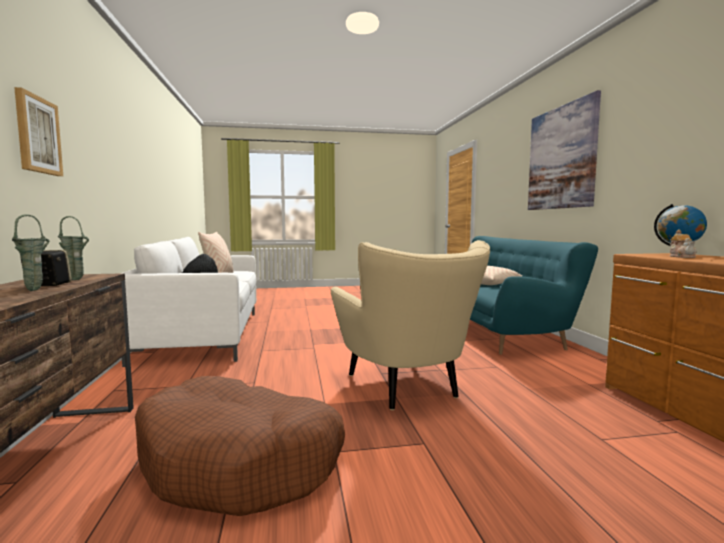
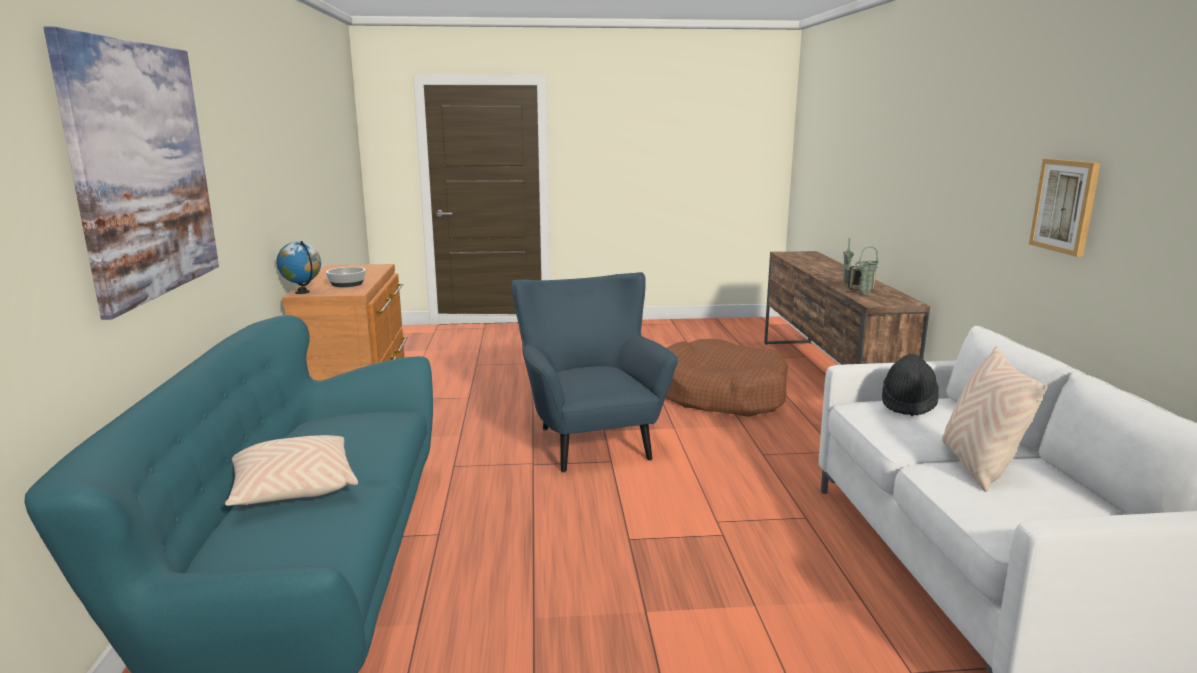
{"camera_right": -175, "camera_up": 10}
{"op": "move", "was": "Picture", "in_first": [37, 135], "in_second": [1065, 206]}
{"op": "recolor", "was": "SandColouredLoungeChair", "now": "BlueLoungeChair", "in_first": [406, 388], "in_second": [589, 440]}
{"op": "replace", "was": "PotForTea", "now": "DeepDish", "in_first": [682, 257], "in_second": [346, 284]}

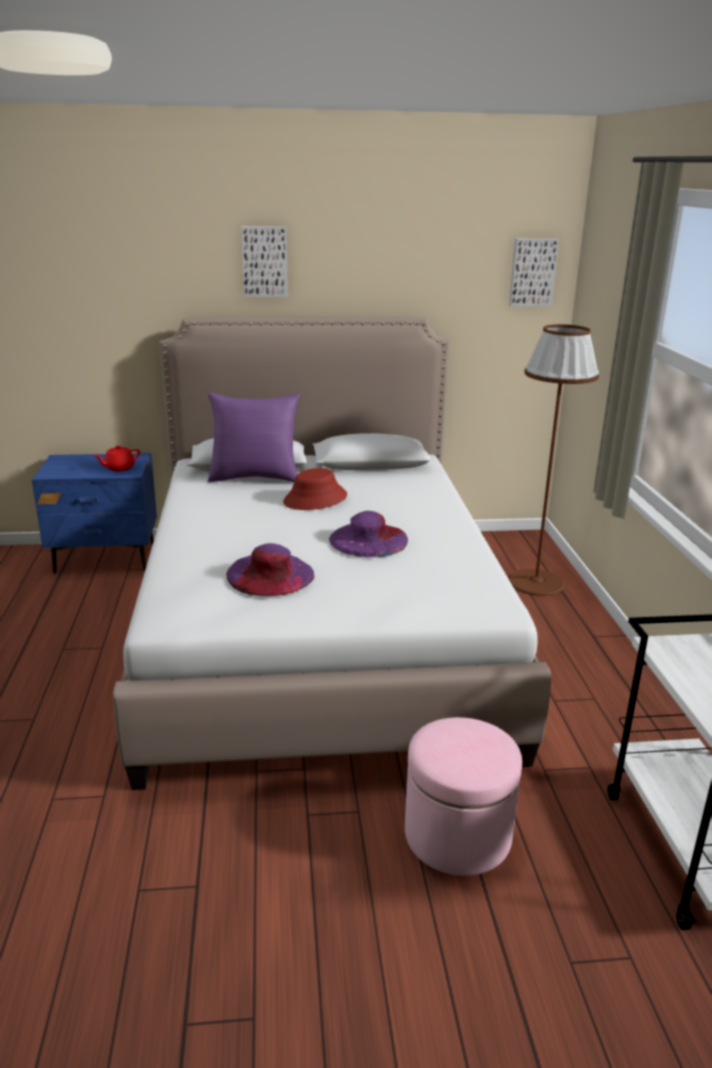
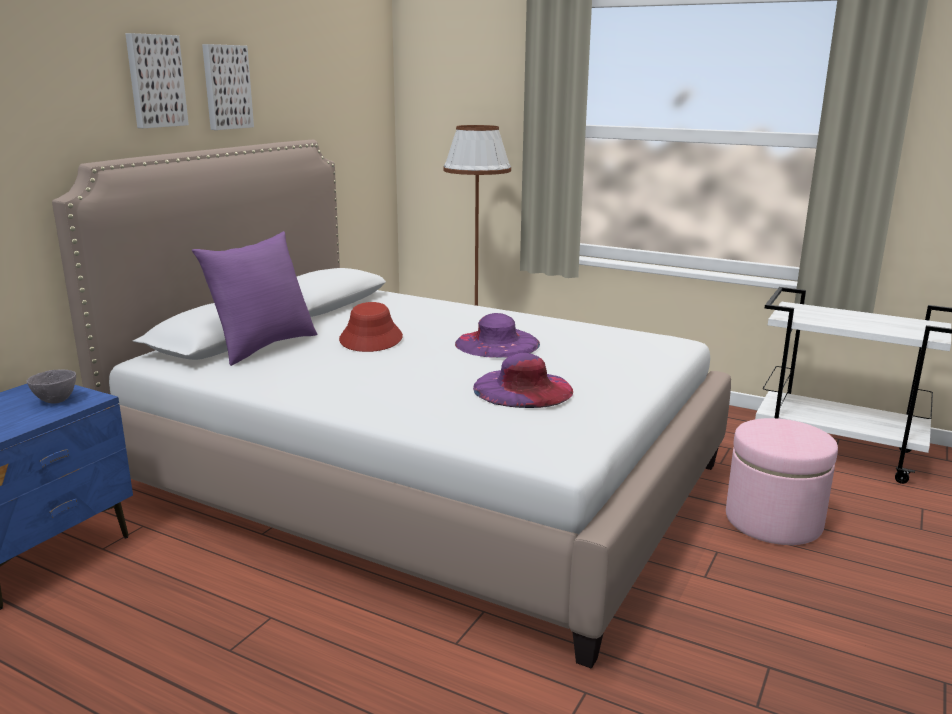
{"camera_right": -55, "camera_up": -5}
{"op": "replace", "was": "RedColouredPotForTea", "now": "GreyishDeepDish", "in_first": [119, 468], "in_second": [56, 401]}
{"op": "move", "was": "Picture", "in_first": [532, 272], "in_second": [226, 87]}

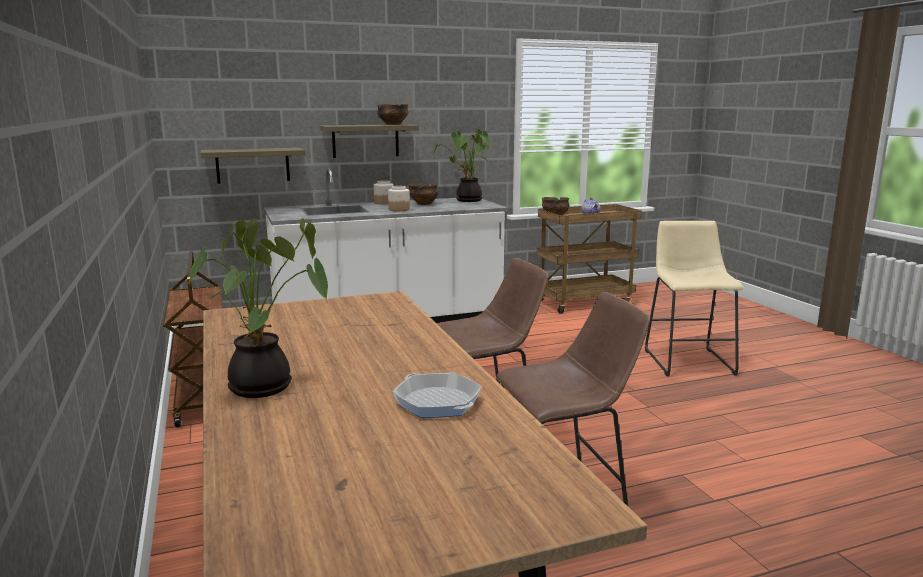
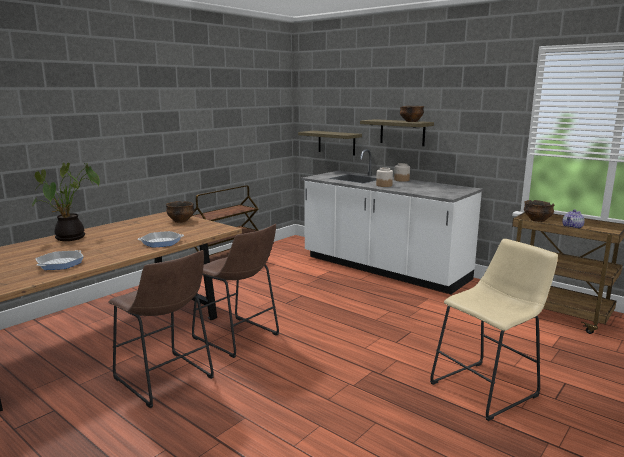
{"camera_right": 60, "camera_up": 0}
{"op": "move", "was": "DeepDish", "in_first": [424, 204], "in_second": [181, 221]}
{"op": "delete", "was": "Houseplant", "in_first": [466, 200]}
{"op": "insert", "now": "Skillet", "in_second": [161, 242]}

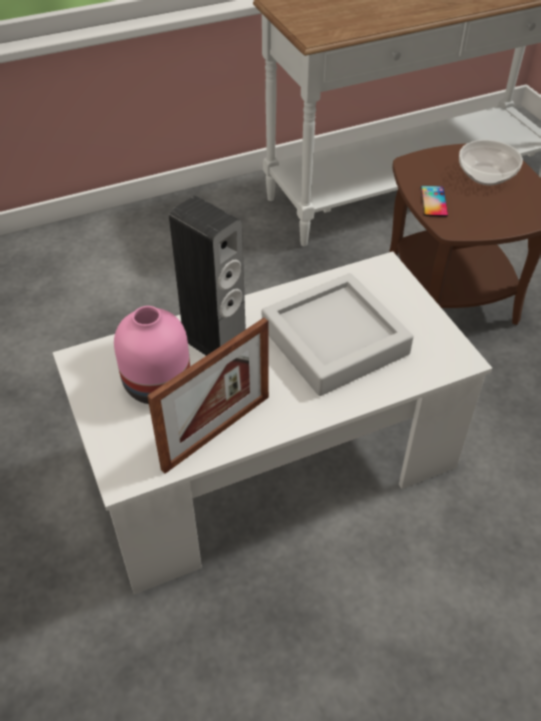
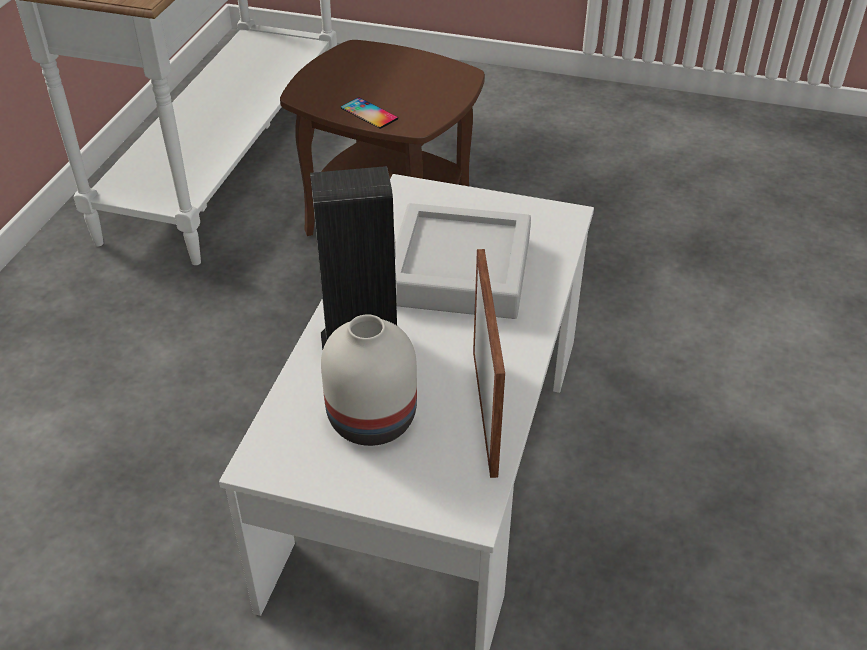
{"camera_right": -50, "camera_up": -5}
{"op": "recolor", "was": "PinkColouredFlowerVase", "now": "WhiteColouredFlowerVase", "in_first": [157, 385], "in_second": [373, 421]}
{"op": "delete", "was": "DeepDish", "in_first": [485, 176]}

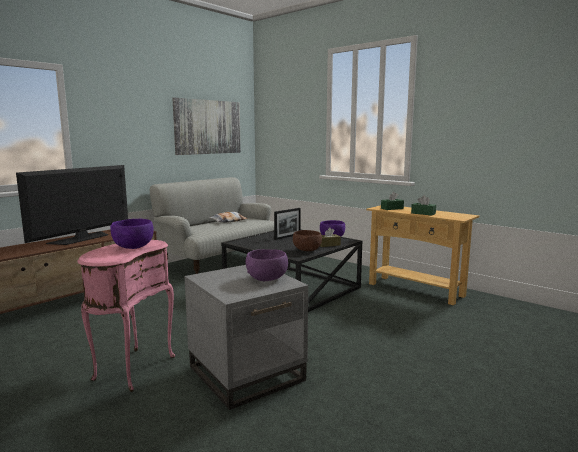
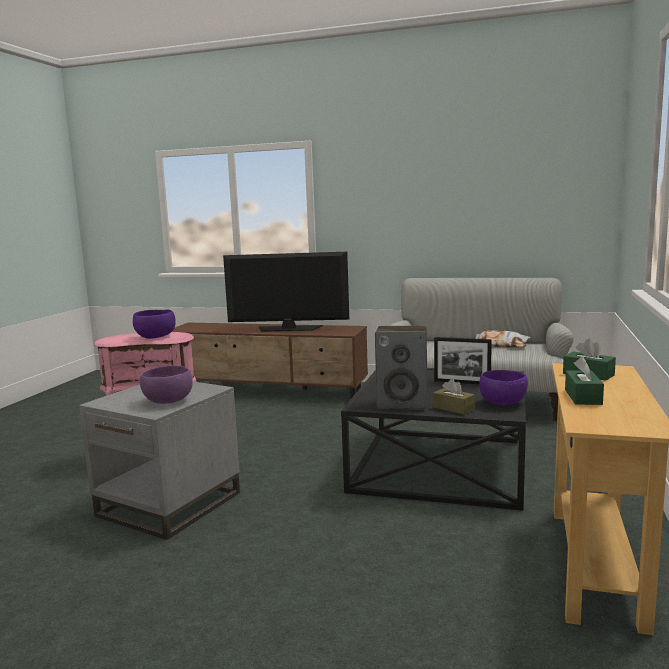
{"camera_right": 65, "camera_up": 0}
{"op": "delete", "was": "Picture", "in_first": [208, 127]}
{"op": "replace", "was": "BrownishDeepDish", "now": "Speaker", "in_first": [306, 250], "in_second": [403, 403]}

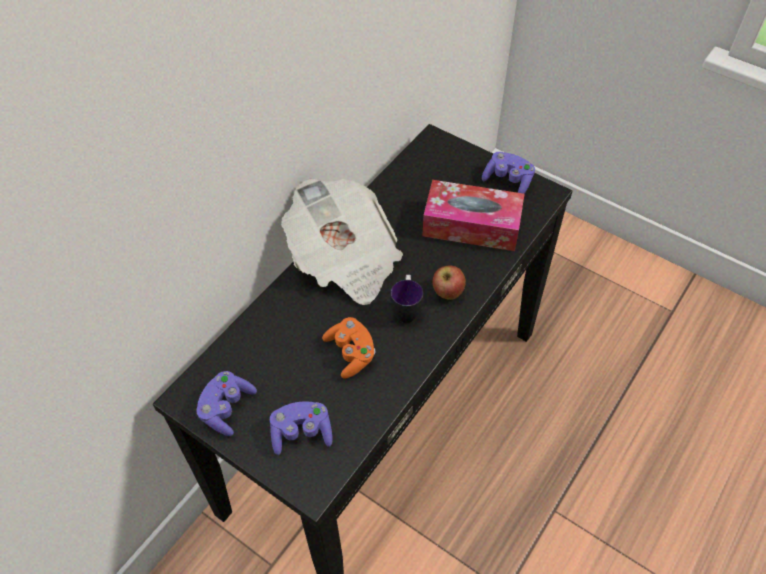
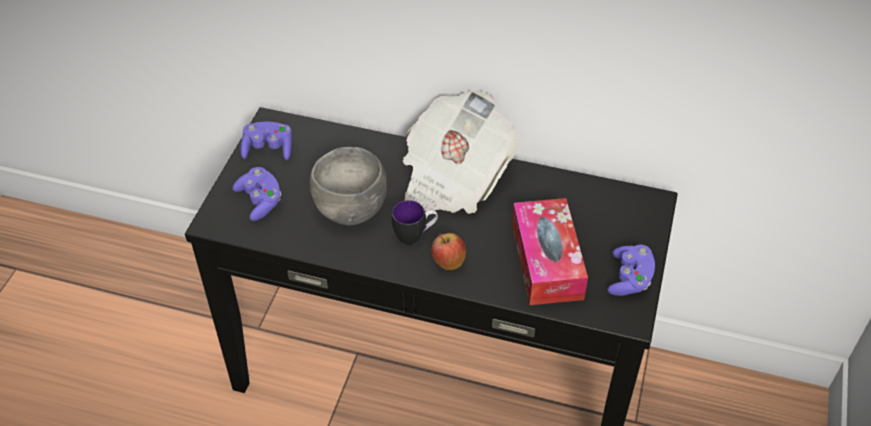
{"camera_right": 70, "camera_up": -5}
{"op": "replace", "was": "OrangeJoypad", "now": "GreyishDeepDish", "in_first": [351, 353], "in_second": [350, 210]}

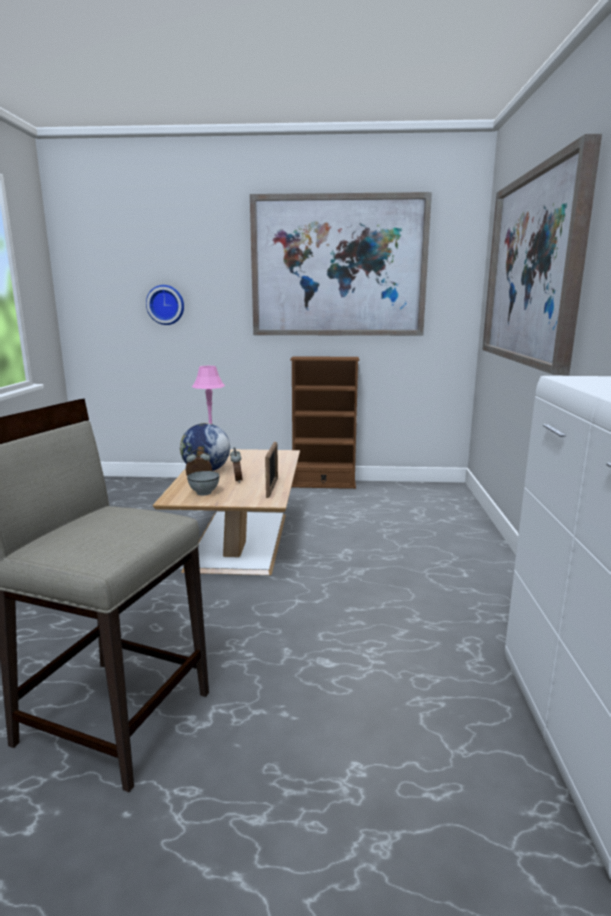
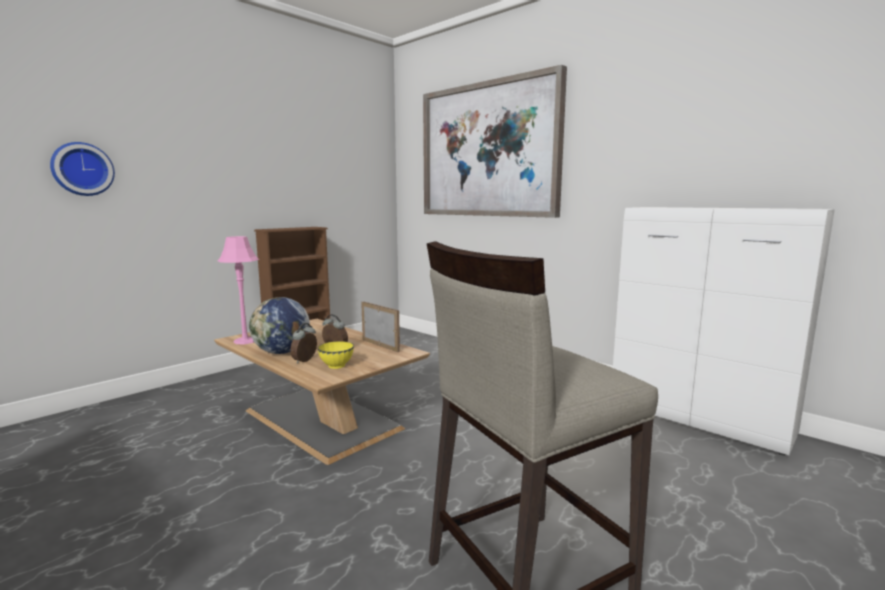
{"camera_right": -50, "camera_up": -5}
{"op": "recolor", "was": "GreyishDeepDish", "now": "YellowColouredDeepDish", "in_first": [204, 493], "in_second": [337, 365]}
{"op": "delete", "was": "Picture", "in_first": [338, 267]}

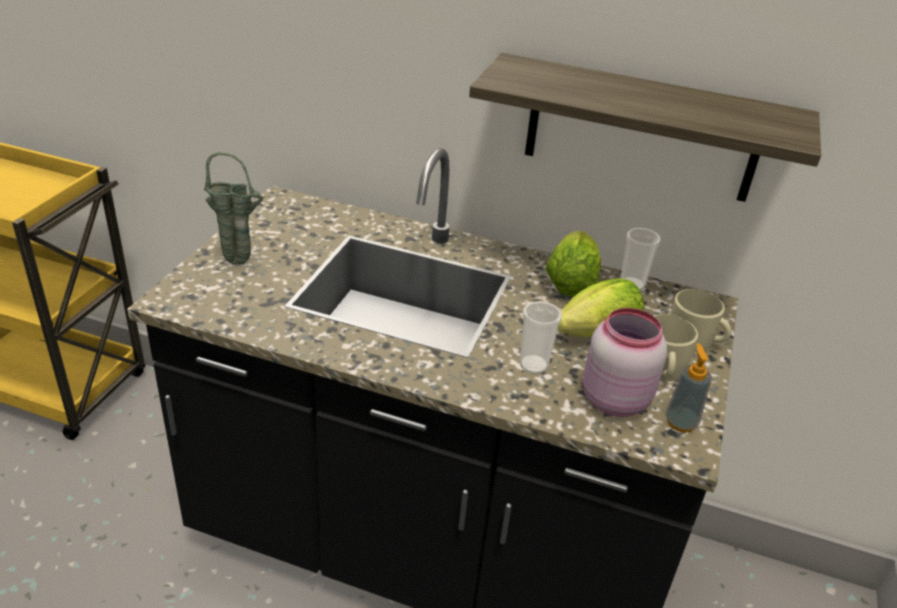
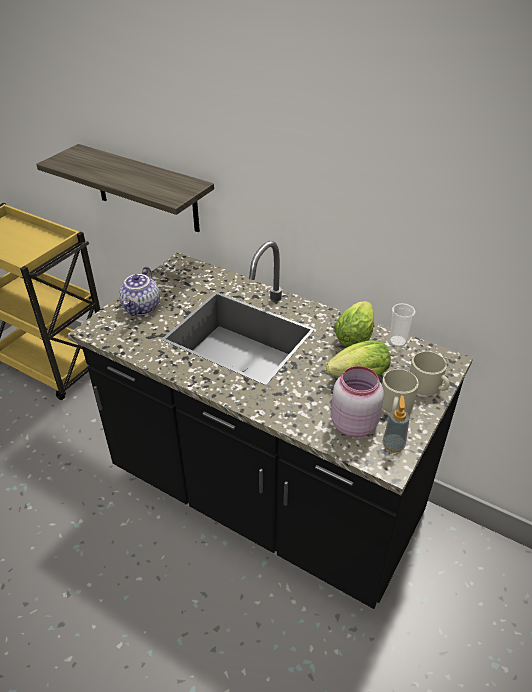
{"camera_right": 15, "camera_up": 5}
{"op": "replace", "was": "GreenFlowerVase", "now": "PotForTea", "in_first": [241, 263], "in_second": [142, 308]}
{"op": "move", "was": "WallShelf", "in_first": [642, 130], "in_second": [146, 189]}
{"op": "delete", "was": "DrinkingCup", "in_first": [533, 365]}

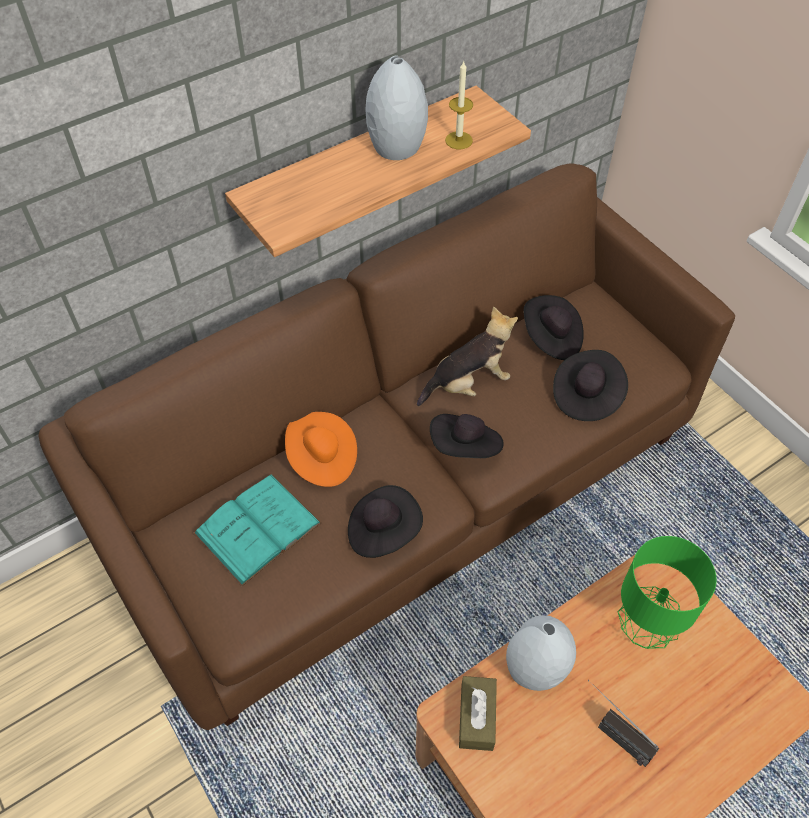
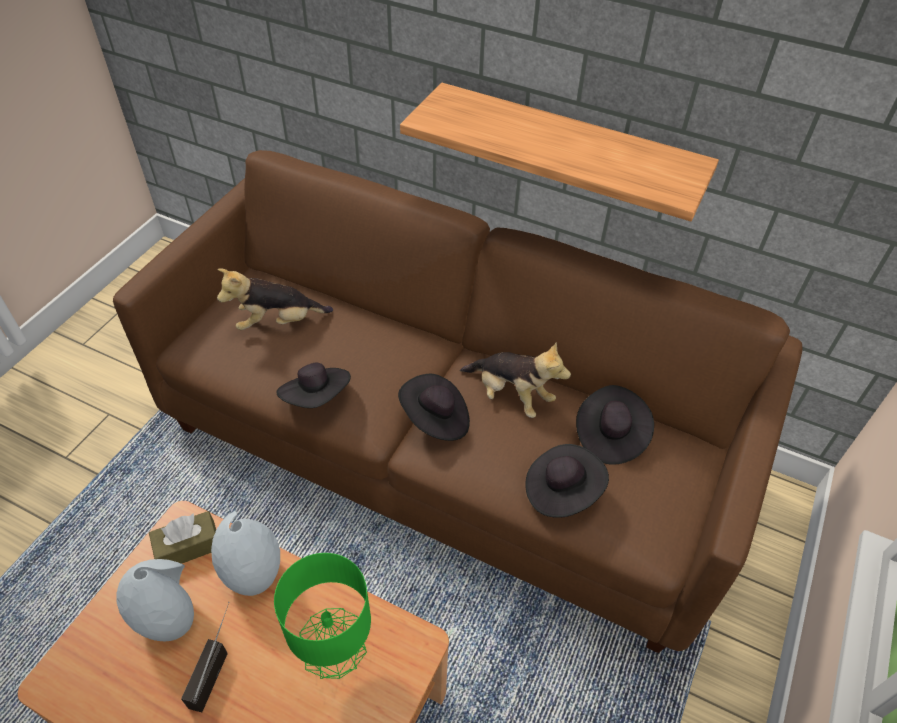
{"camera_right": 60, "camera_up": -5}
{"op": "replace", "was": "TurquoiseColouredBoundBook", "now": "PlushToy", "in_first": [257, 528], "in_second": [278, 322]}
{"op": "delete", "was": "OrangeClothingHat", "in_first": [322, 459]}
{"op": "move", "was": "GreyishFlowerVase", "in_first": [395, 147], "in_second": [169, 617]}
{"op": "delete", "was": "Candle", "in_first": [458, 140]}

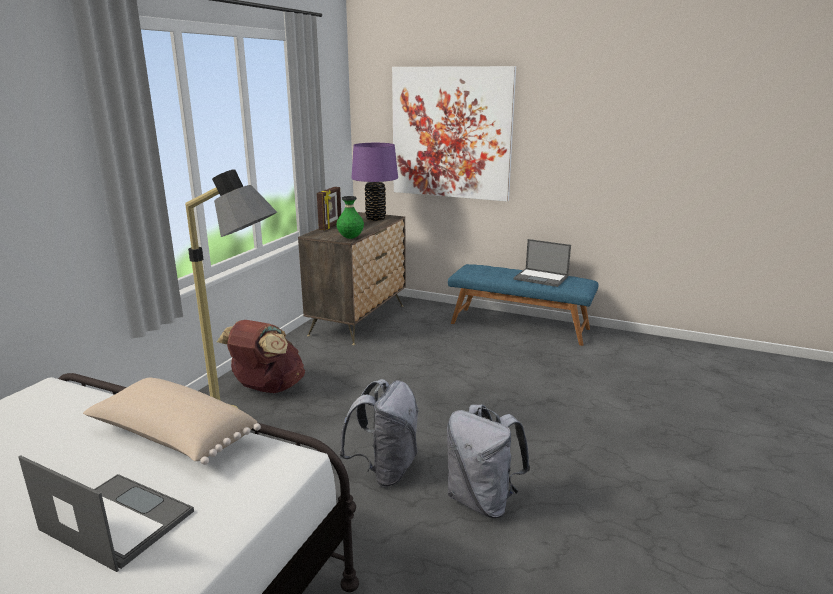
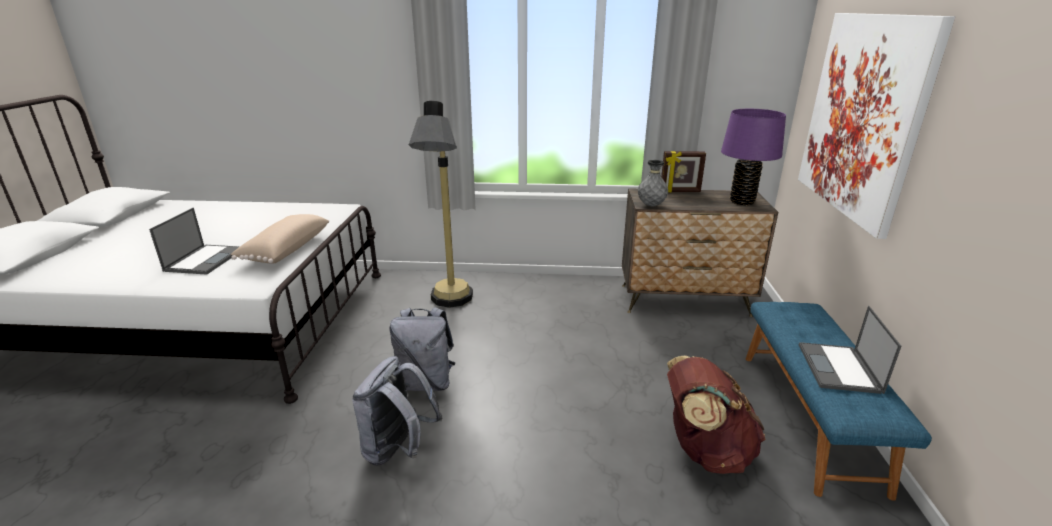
{"camera_right": 70, "camera_up": 5}
{"op": "move", "was": "BrownishKnapsack", "in_first": [267, 388], "in_second": [704, 450]}
{"op": "recolor", "was": "GreenFlowerVase", "now": "GreyishFlowerVase", "in_first": [350, 238], "in_second": [651, 205]}

